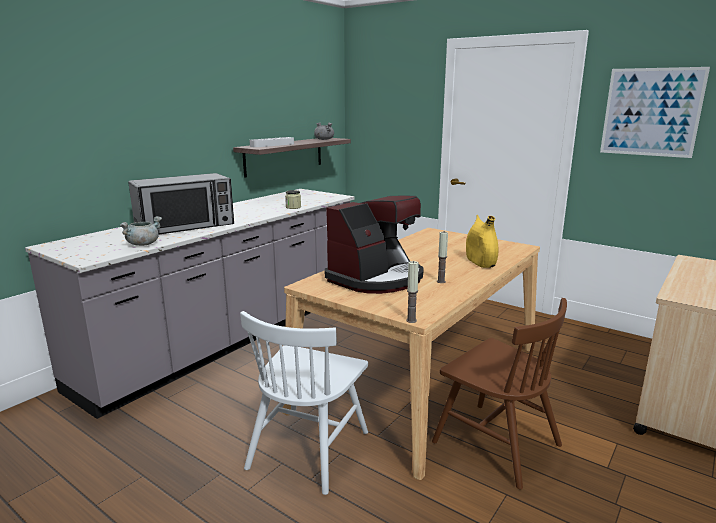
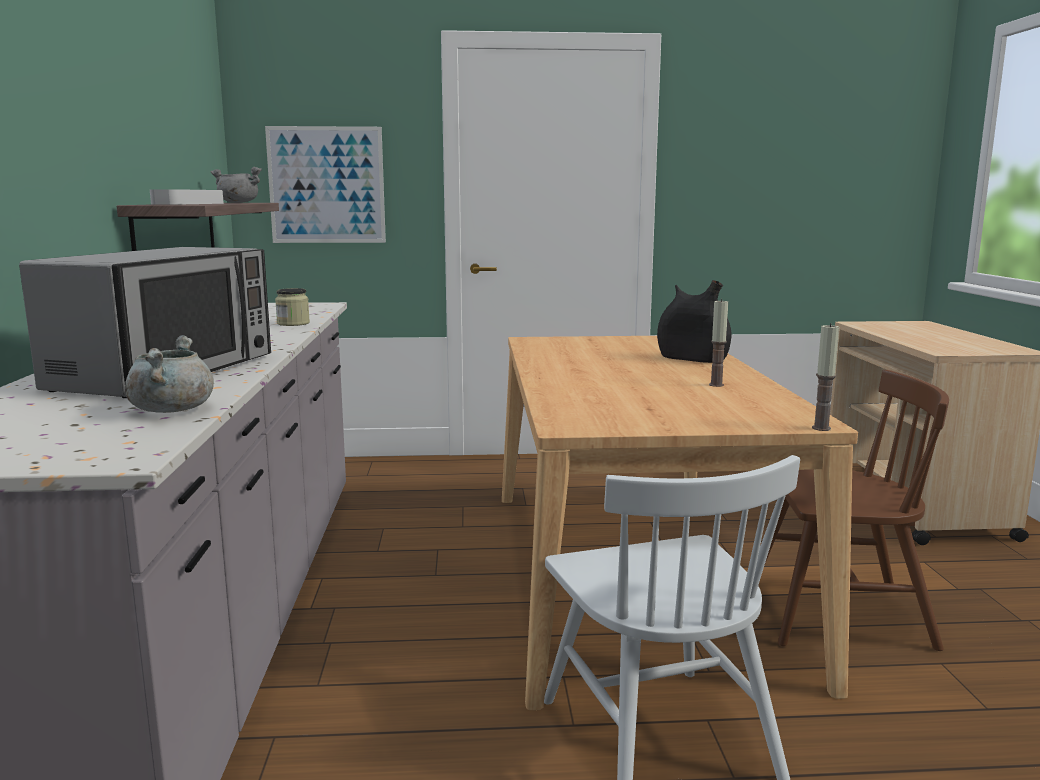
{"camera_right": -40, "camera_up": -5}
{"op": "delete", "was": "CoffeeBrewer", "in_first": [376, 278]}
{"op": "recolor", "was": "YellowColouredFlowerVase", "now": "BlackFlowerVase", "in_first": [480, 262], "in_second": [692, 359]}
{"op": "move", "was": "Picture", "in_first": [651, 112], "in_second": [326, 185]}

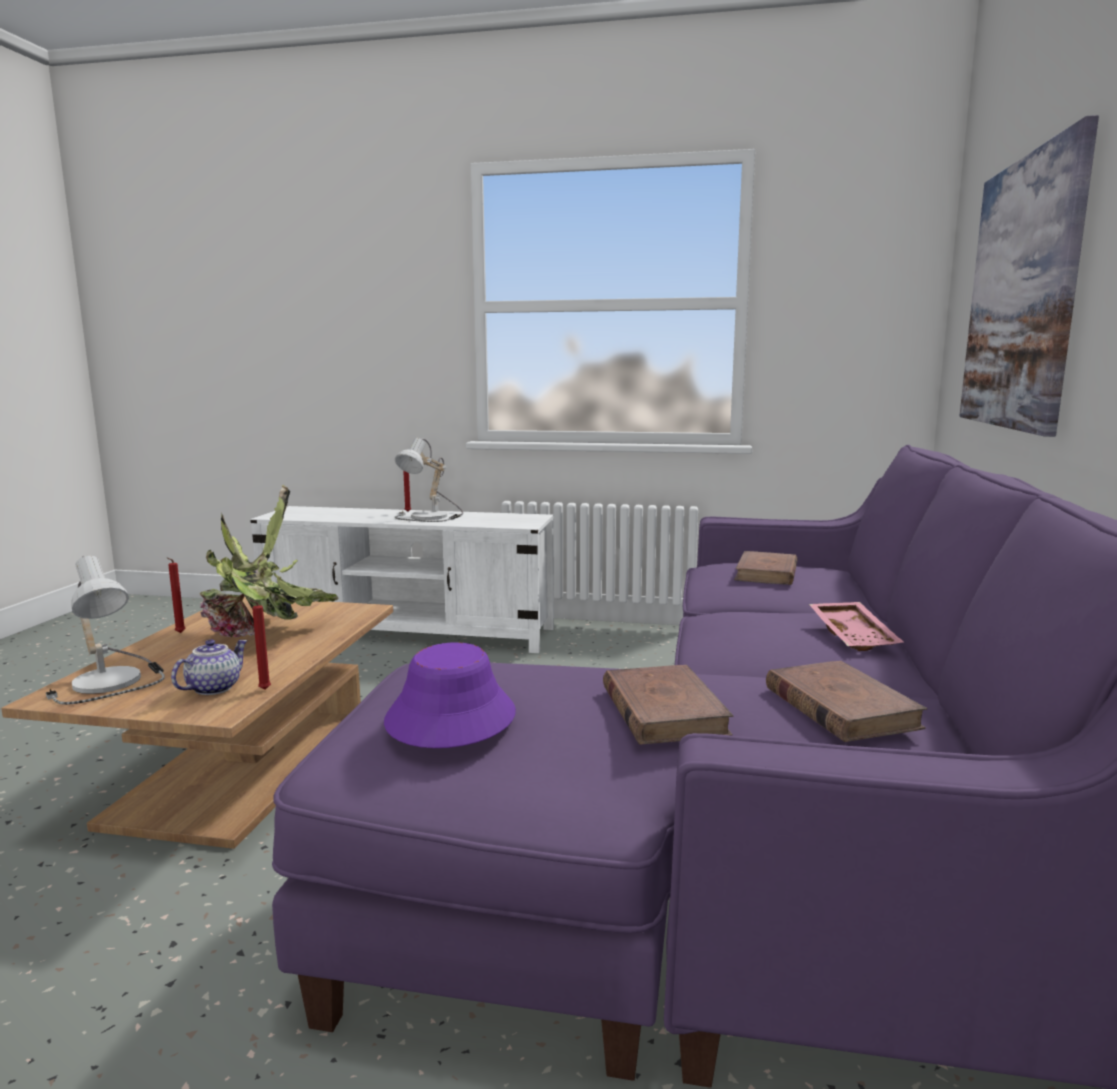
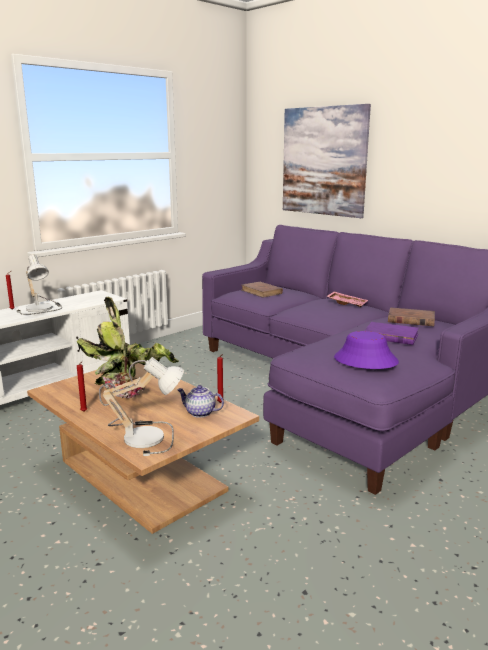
{"camera_right": -55, "camera_up": 5}
{"op": "rotate", "was": "PotForTea", "in_first": [213, 688], "in_second": [199, 413], "clockwise": -45}
{"op": "recolor", "was": "BrownishBoundBook", "now": "PurpleBoundBook", "in_first": [663, 711], "in_second": [390, 336]}

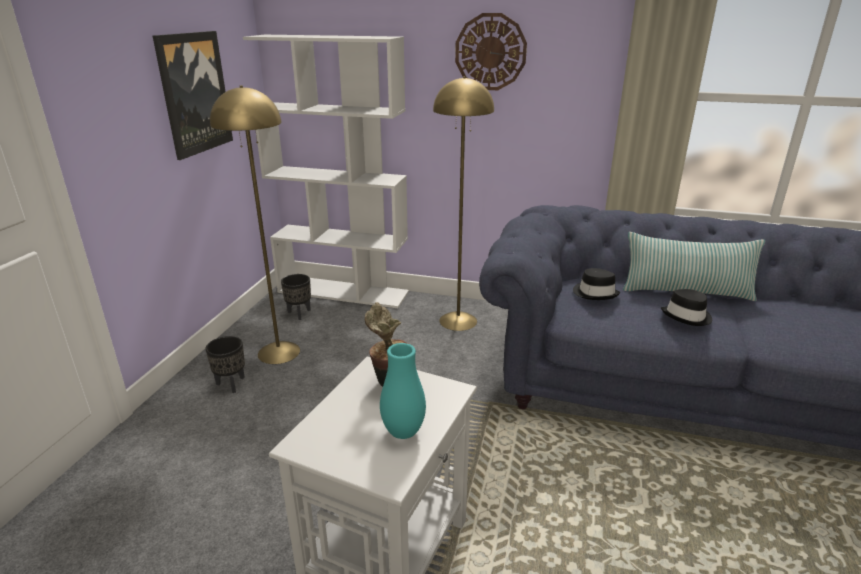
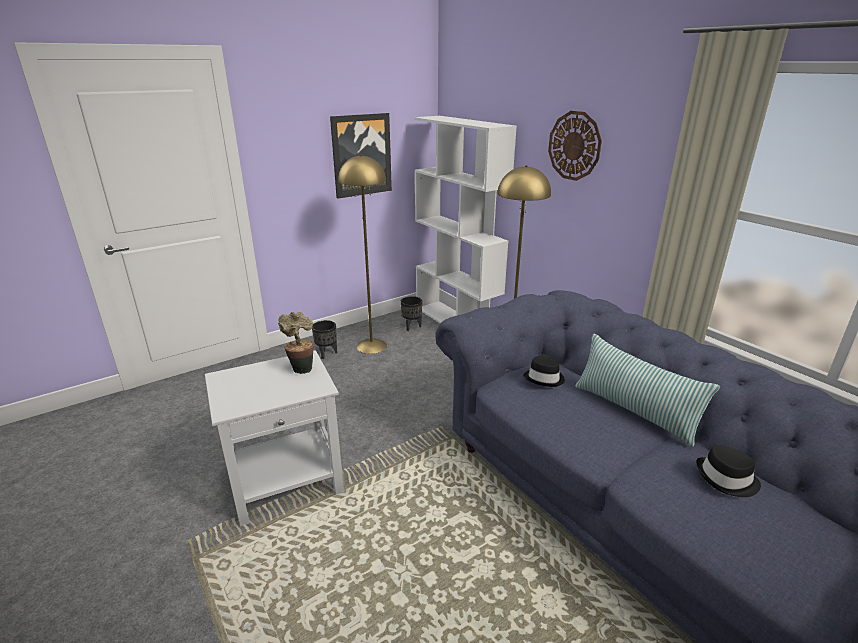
{"camera_right": 40, "camera_up": 0}
{"op": "delete", "was": "TurquoiseColouredFlowerVase", "in_first": [403, 432]}
{"op": "move", "was": "BlackClothingHat", "in_first": [687, 316], "in_second": [727, 479]}

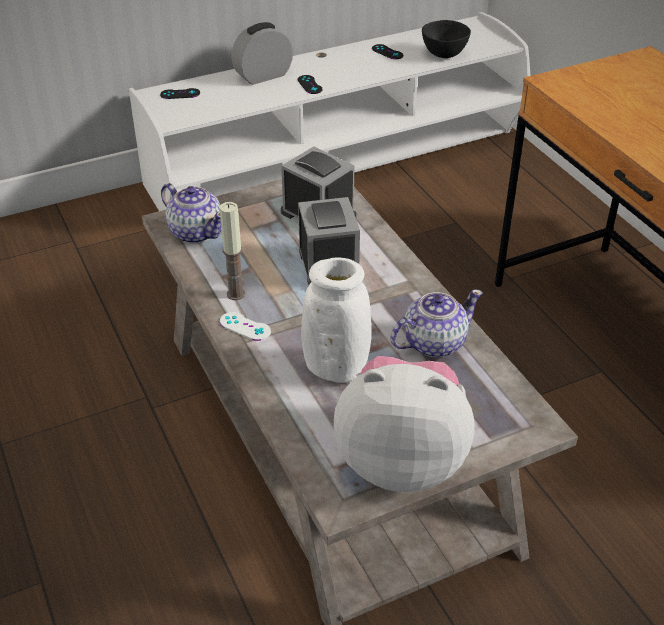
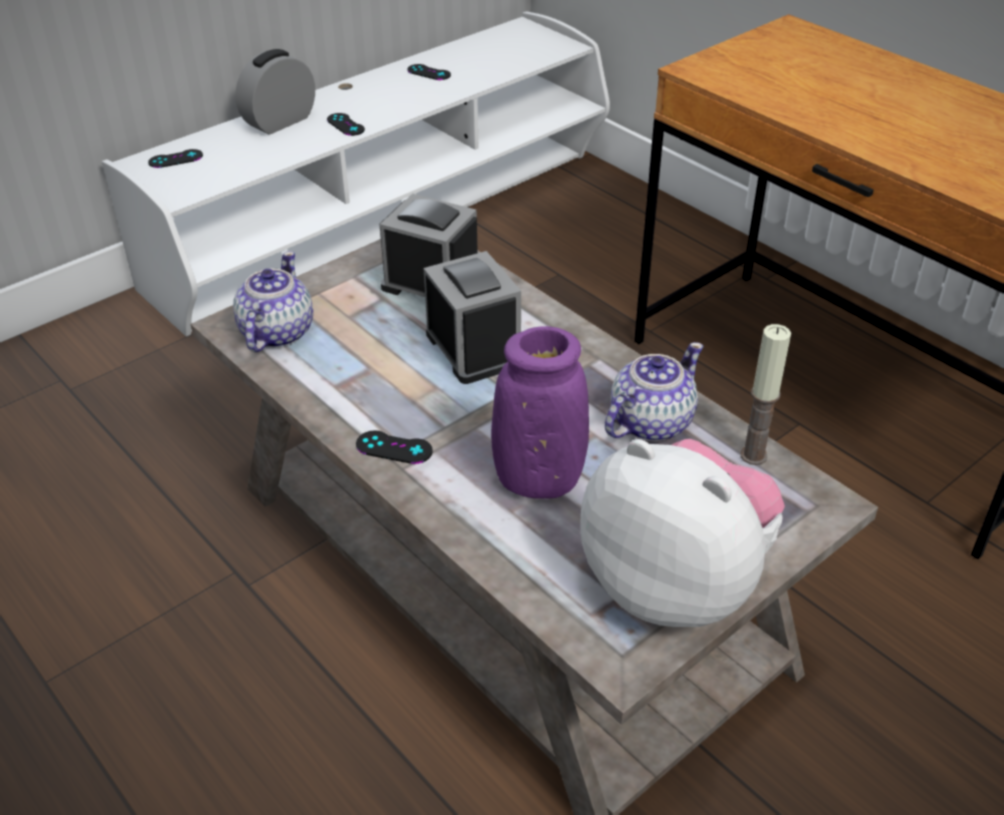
{"camera_right": -15, "camera_up": 0}
{"op": "rotate", "was": "PotForTea", "in_first": [196, 232], "in_second": [276, 333], "clockwise": -105}
{"op": "move", "was": "Candle", "in_first": [236, 294], "in_second": [753, 455]}
{"op": "recolor", "was": "WhiteColouredJoypad", "now": "BlackJoypad", "in_first": [245, 326], "in_second": [394, 448]}
{"op": "recolor", "was": "WhiteColouredFlowerVase", "now": "PurpleFlowerVase", "in_first": [336, 368], "in_second": [539, 480]}
{"op": "rotate", "was": "PlushToy", "in_first": [401, 459], "in_second": [676, 584], "clockwise": 45}
{"op": "delete", "was": "BlackDeepDish", "in_first": [443, 55]}

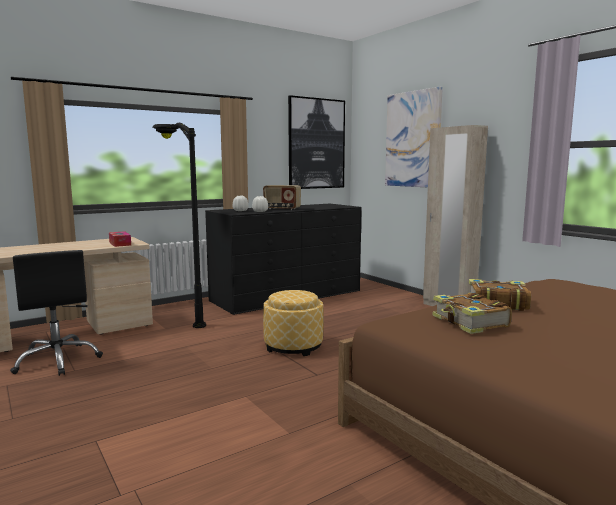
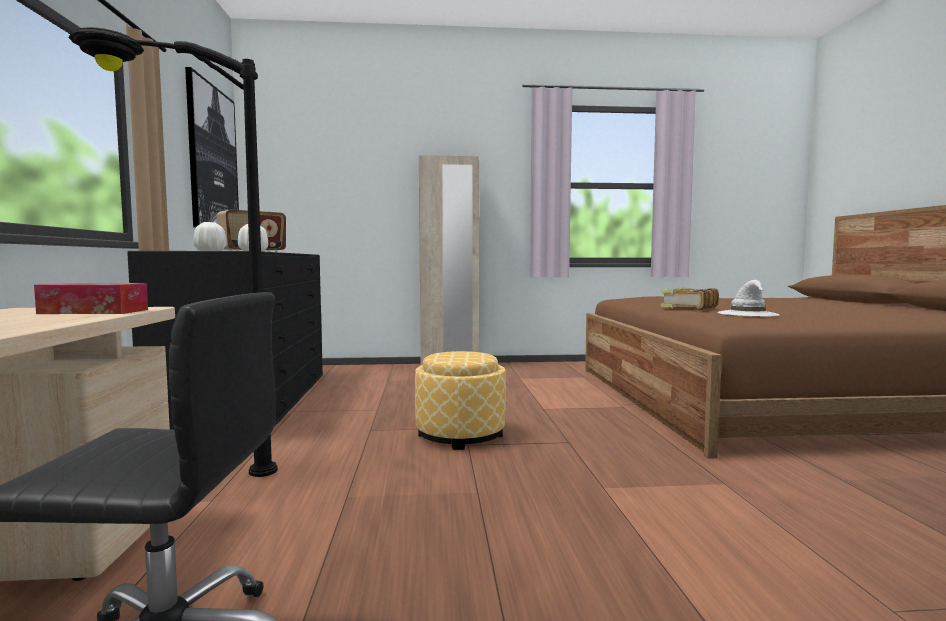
{"camera_right": -60, "camera_up": -5}
{"op": "delete", "was": "Picture", "in_first": [412, 139]}
{"op": "replace", "was": "BoundBook", "now": "WhiteColouredClothingHat", "in_first": [470, 323], "in_second": [748, 314]}

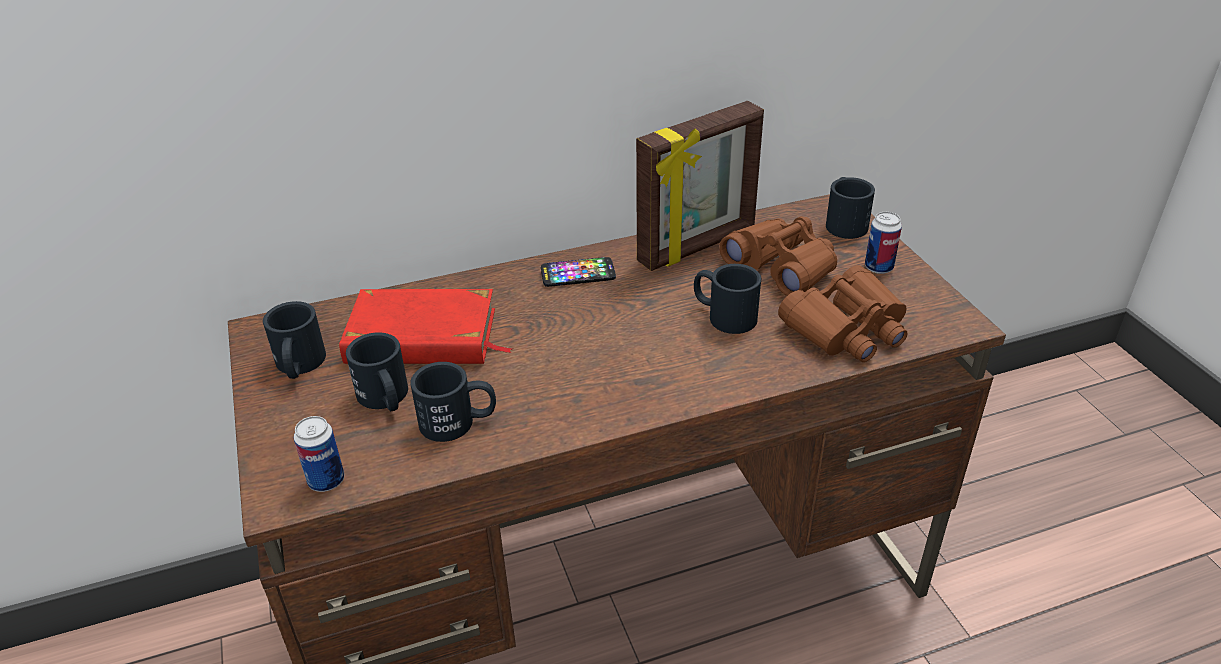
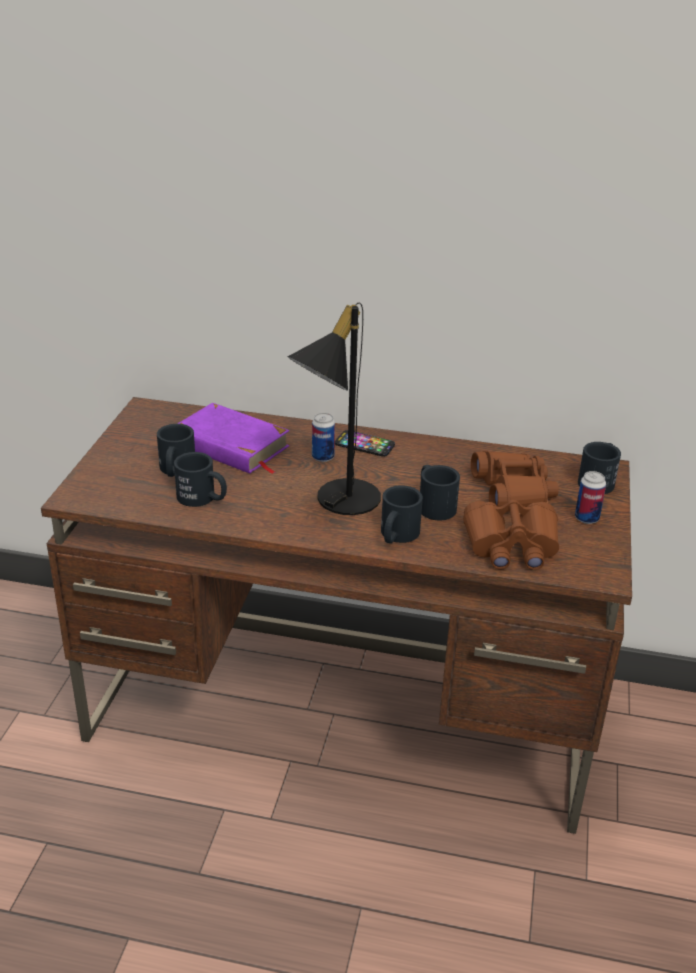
{"camera_right": 30, "camera_up": -5}
{"op": "move", "was": "BlackCoffeeMug", "in_first": [299, 366], "in_second": [396, 536]}
{"op": "move", "was": "Can", "in_first": [326, 481], "in_second": [323, 457]}
{"op": "recolor", "was": "RedColouredBoundBook", "now": "PurpleBoundBook", "in_first": [422, 337], "in_second": [230, 445]}
{"op": "delete", "was": "StandingFrame", "in_first": [698, 247]}
{"op": "insert", "now": "BlackLampForATable", "in_second": [336, 500]}

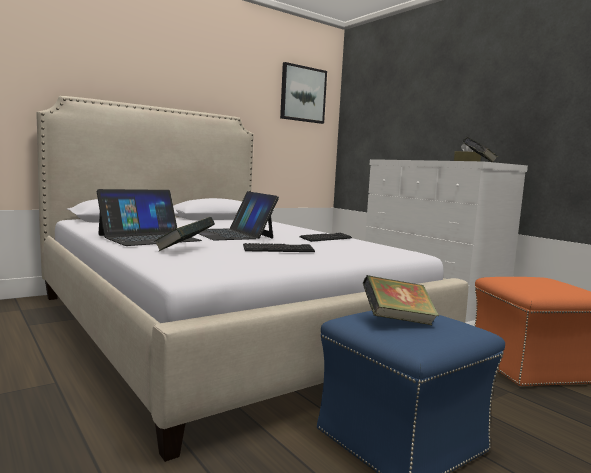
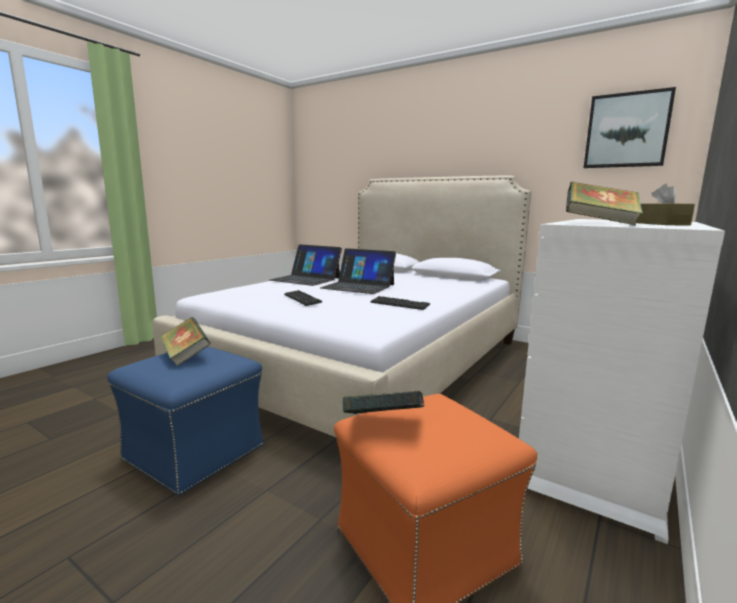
{"camera_right": 70, "camera_up": 5}
{"op": "move", "was": "BoundBook", "in_first": [184, 250], "in_second": [384, 425]}
{"op": "rotate", "was": "PortableComputer", "in_first": [231, 234], "in_second": [358, 286], "clockwise": -105}

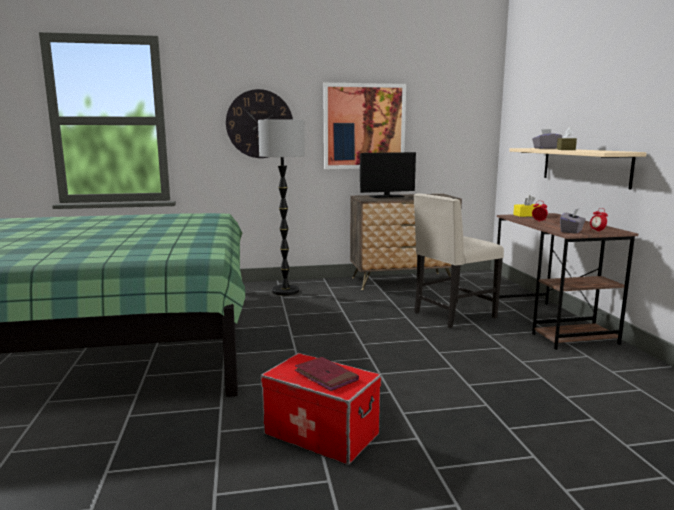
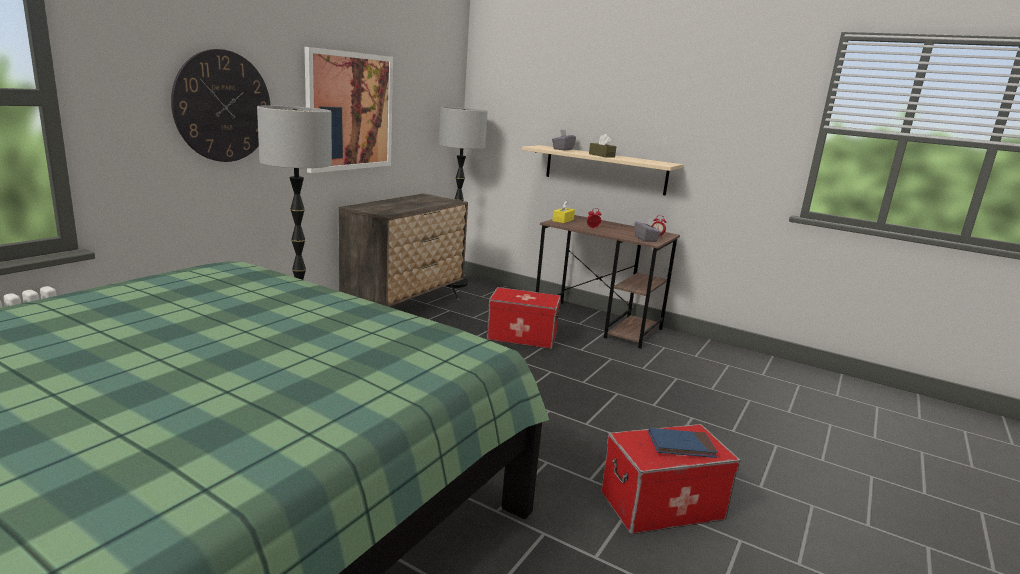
{"camera_right": -50, "camera_up": 5}
{"op": "recolor", "was": "RedColouredBoundBook", "now": "BlueBoundBook", "in_first": [326, 376], "in_second": [681, 446]}
{"op": "delete", "was": "Monitor", "in_first": [386, 196]}
{"op": "replace", "was": "SandColouredChair", "now": "StorageBox", "in_first": [452, 315], "in_second": [521, 337]}
{"op": "insert", "now": "StandingLamp", "in_second": [454, 283]}

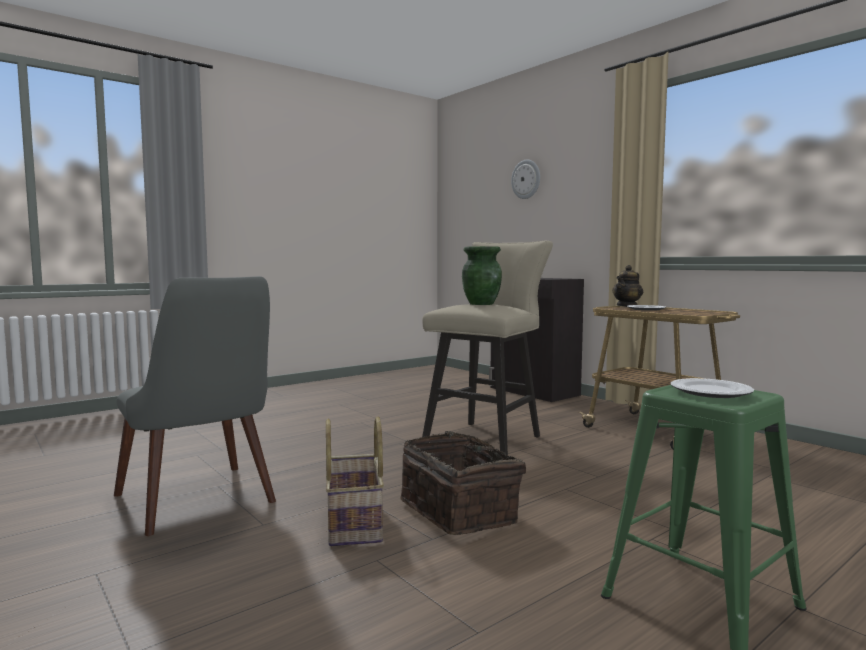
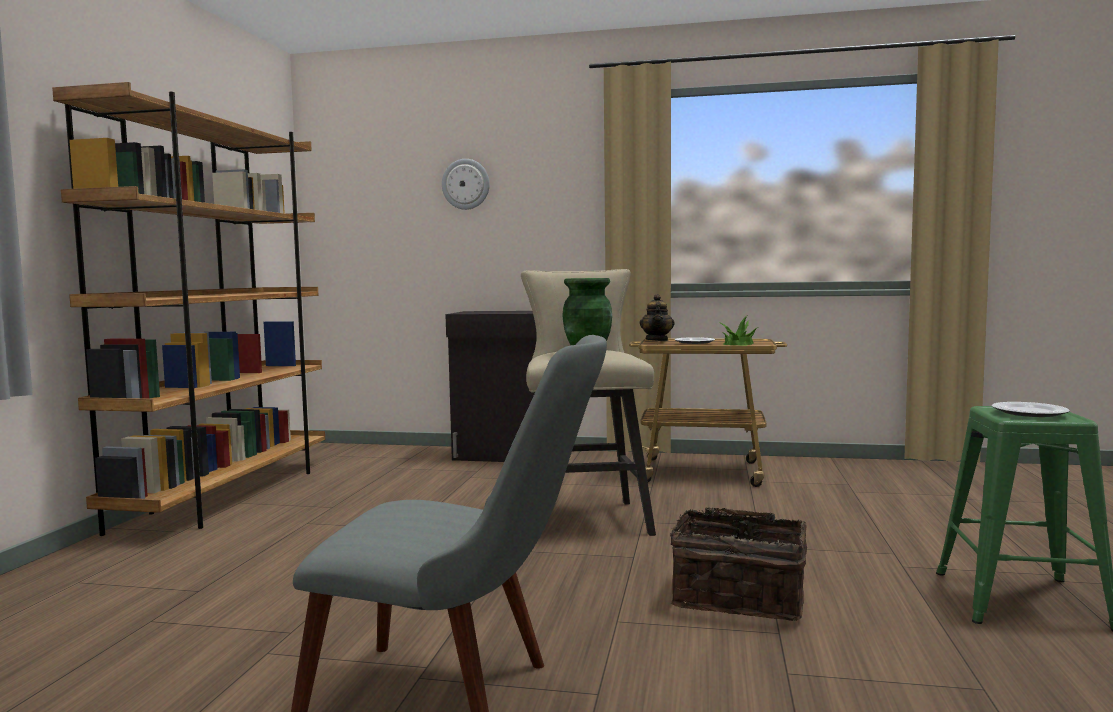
{"camera_right": -40, "camera_up": 0}
{"op": "delete", "was": "Basket", "in_first": [355, 523]}
{"op": "insert", "now": "BrownishBookcase", "in_second": [227, 495]}
{"op": "insert", "now": "Houseplant", "in_second": [739, 344]}

